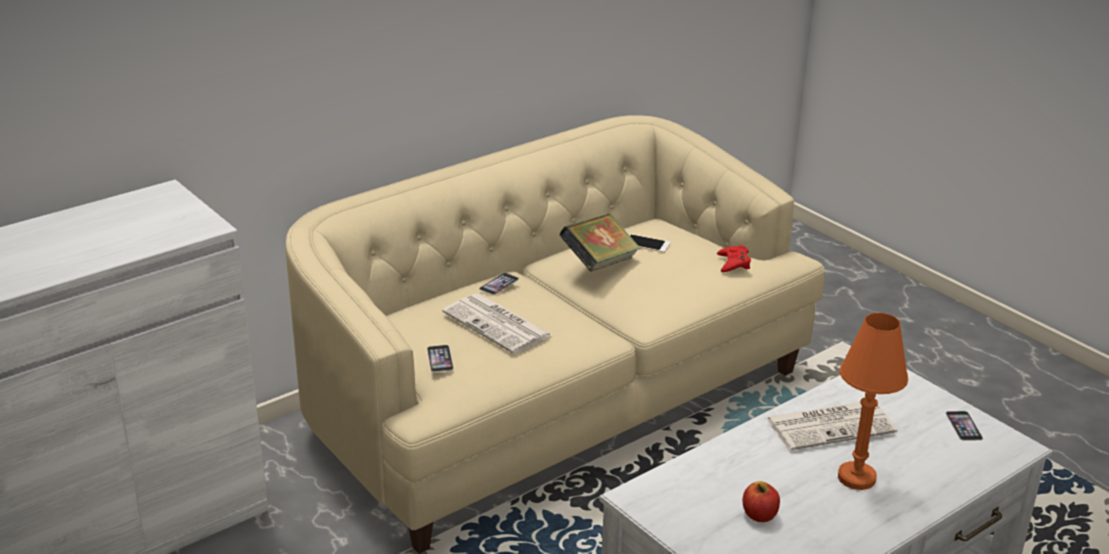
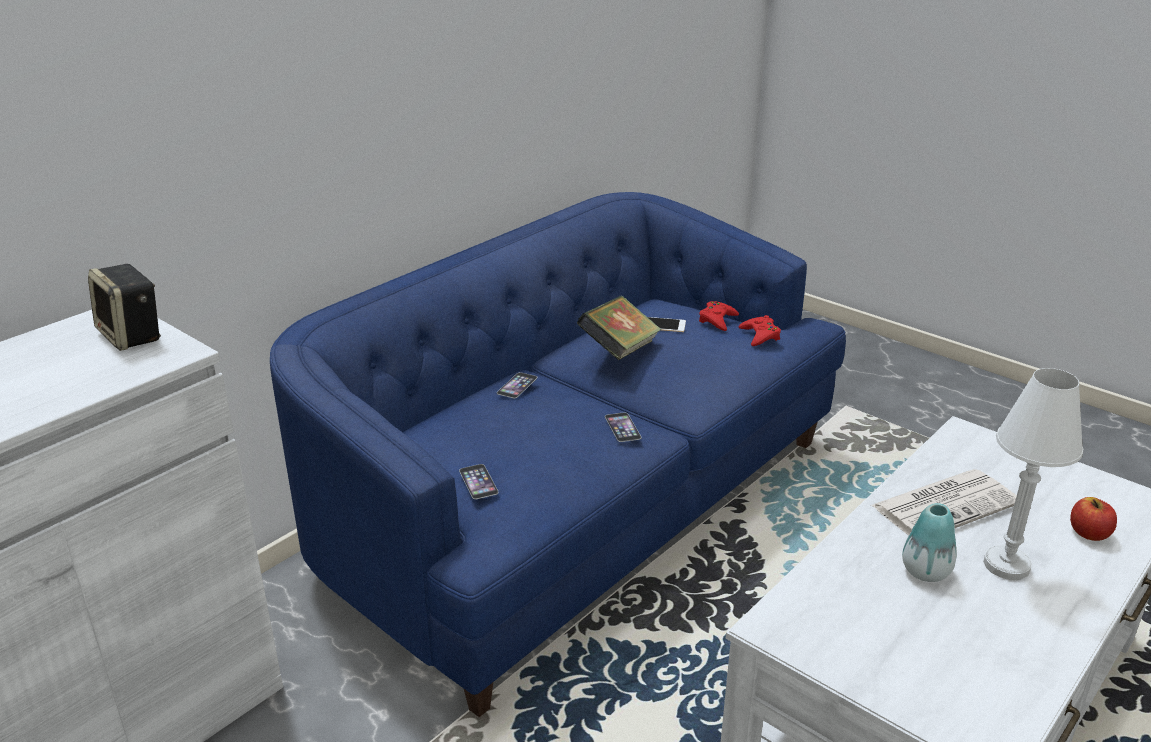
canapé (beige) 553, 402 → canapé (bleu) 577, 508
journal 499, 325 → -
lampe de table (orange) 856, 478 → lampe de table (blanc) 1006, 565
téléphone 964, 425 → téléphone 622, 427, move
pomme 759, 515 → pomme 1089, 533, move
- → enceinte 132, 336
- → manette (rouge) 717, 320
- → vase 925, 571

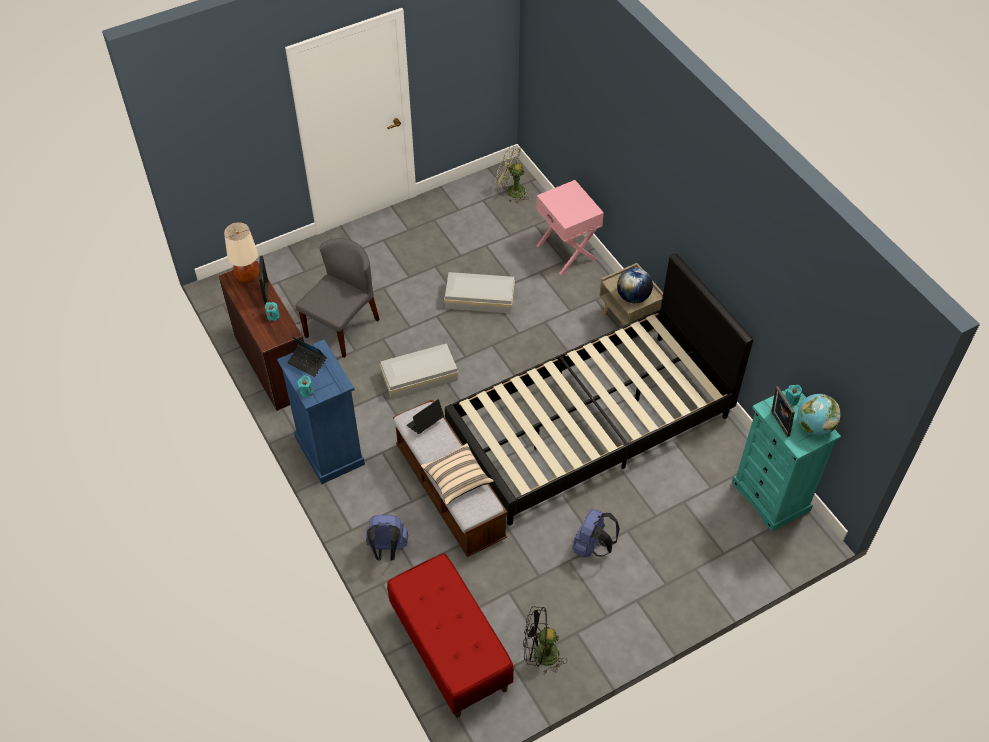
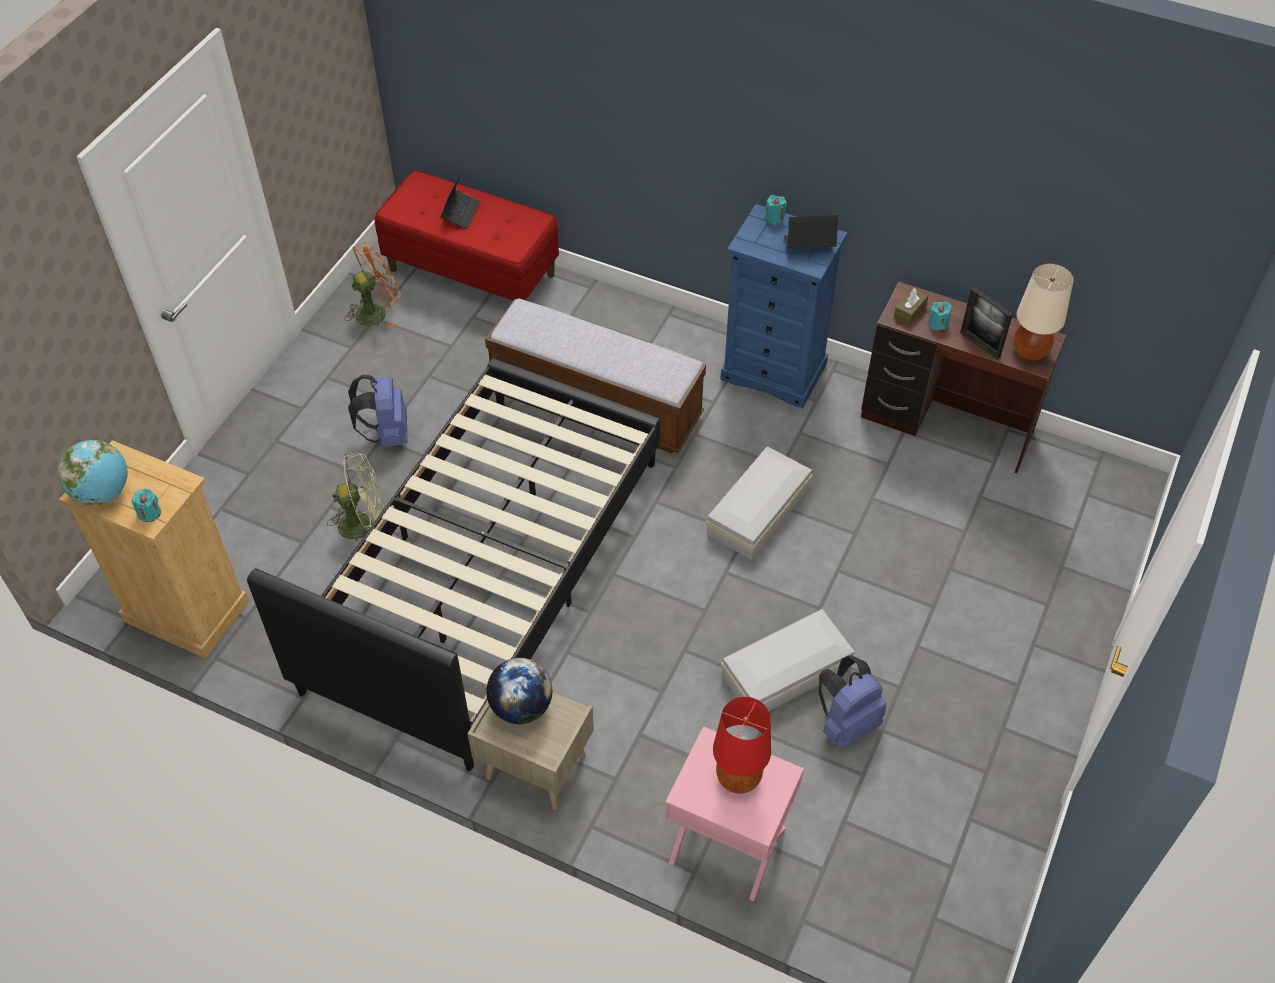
ventilateur (vert) 511, 191 → ventilateur (vert) 363, 523, move
chaise (gris) 342, 327 → -
cadre photo 778, 424 → -
commode (turquoise) 771, 496 → commode (beige) 185, 611
ordinateur portable 425, 423 → ordinateur portable 461, 213, move
coussin (beige) 457, 479 → -
sac à dos (bleu) 387, 549 → sac à dos (bleu) 846, 723, move
ventilateur (noir) 540, 655 → ventilateur (orange) 376, 311
- → boîte à mouchoirs (marron) 910, 311
- → lampe de table (rouge) 738, 777

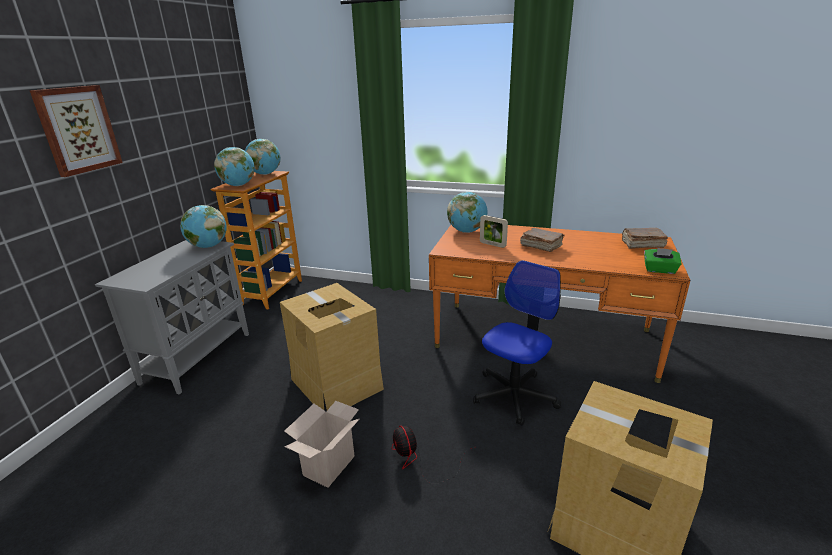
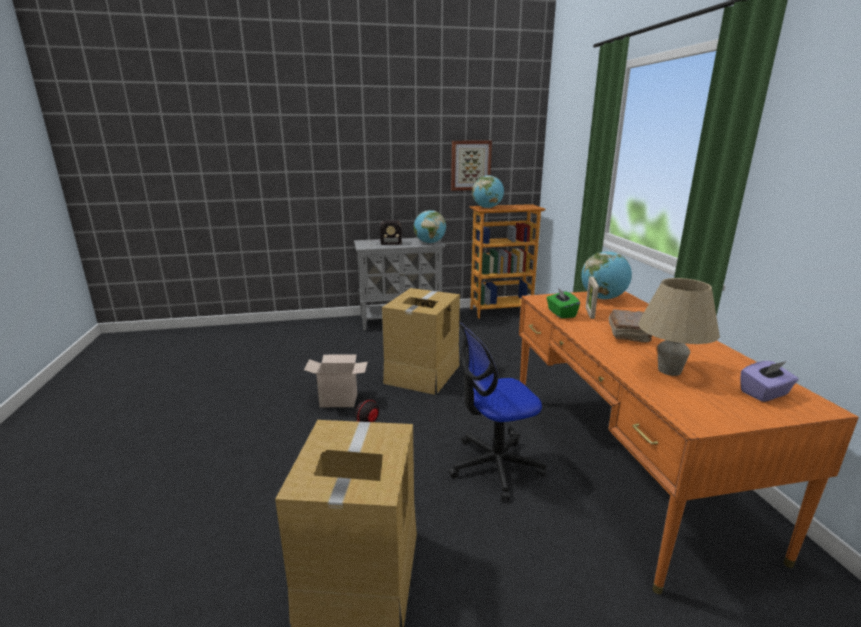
tableau 78, 130 → tableau 470, 165, move
globe 265, 174 → -
livre (marron) 642, 245 → boîte à mouchoirs (violet) 764, 393
boîte à mouchoirs (vert) 659, 270 → boîte à mouchoirs (vert) 561, 313, move
chaise de bureau 514, 396 → chaise de bureau 495, 466, 150 degrees clockwise
- → radio 383, 243
- → lampe de table (beige) 669, 370

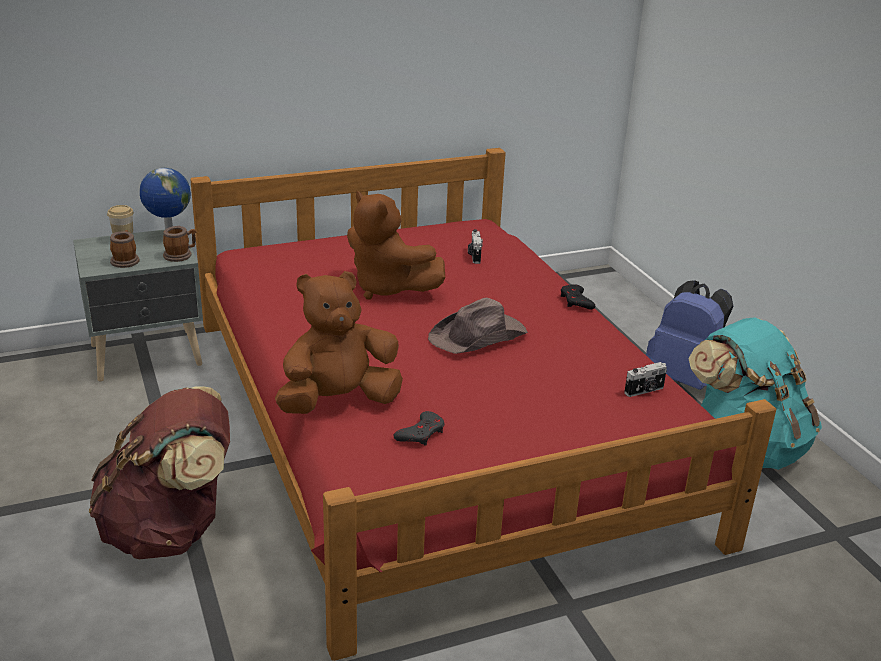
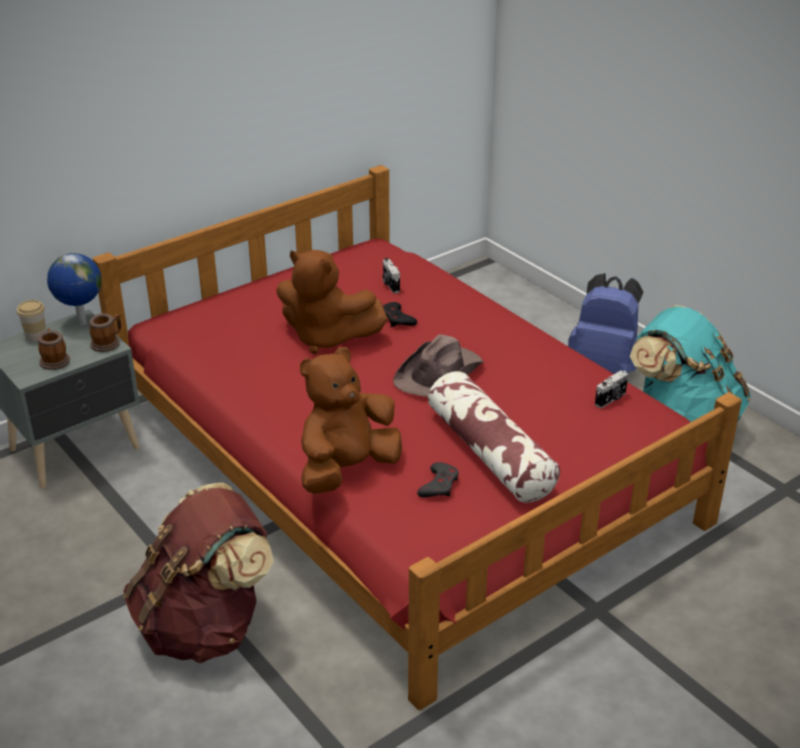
manette (noir) 576, 301 → manette (noir) 397, 319, move
- → coussin 489, 453

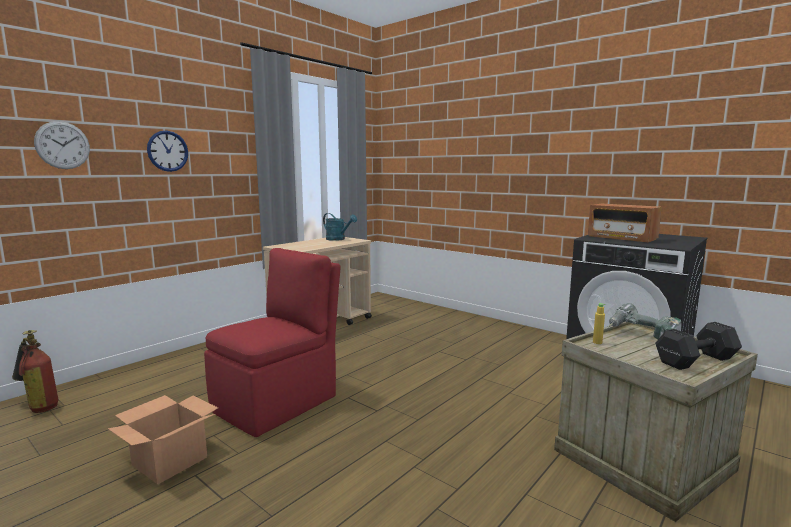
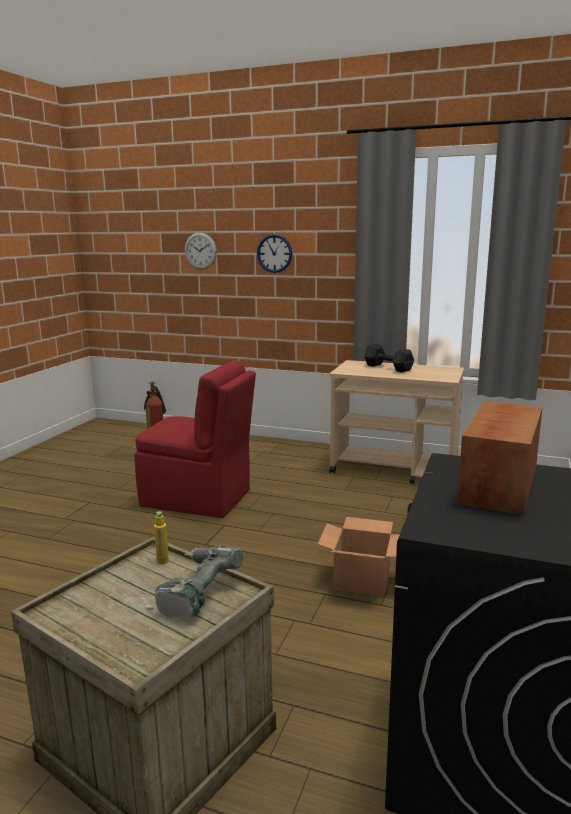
arrosoir (turquoise) 338, 239 → -
haltère (noir) 698, 360 → haltère (noir) 388, 368, move
carton 169, 462 → carton 361, 580, move

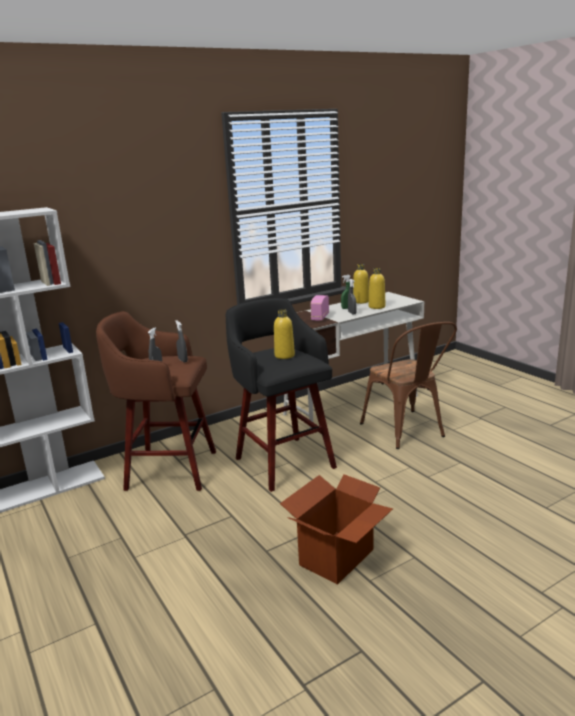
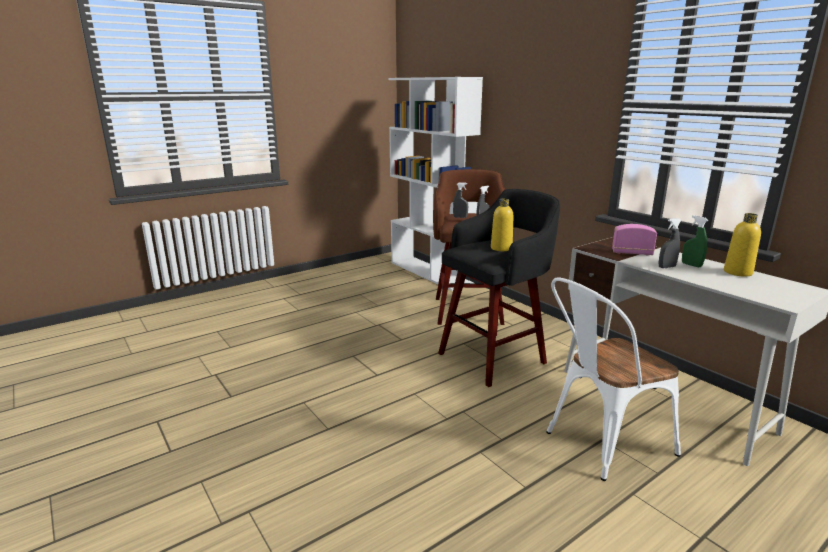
bouteille (jaune) 376, 307 → -
chaise (marron) 407, 432 → chaise (blanc) 600, 444
carton 337, 557 → -

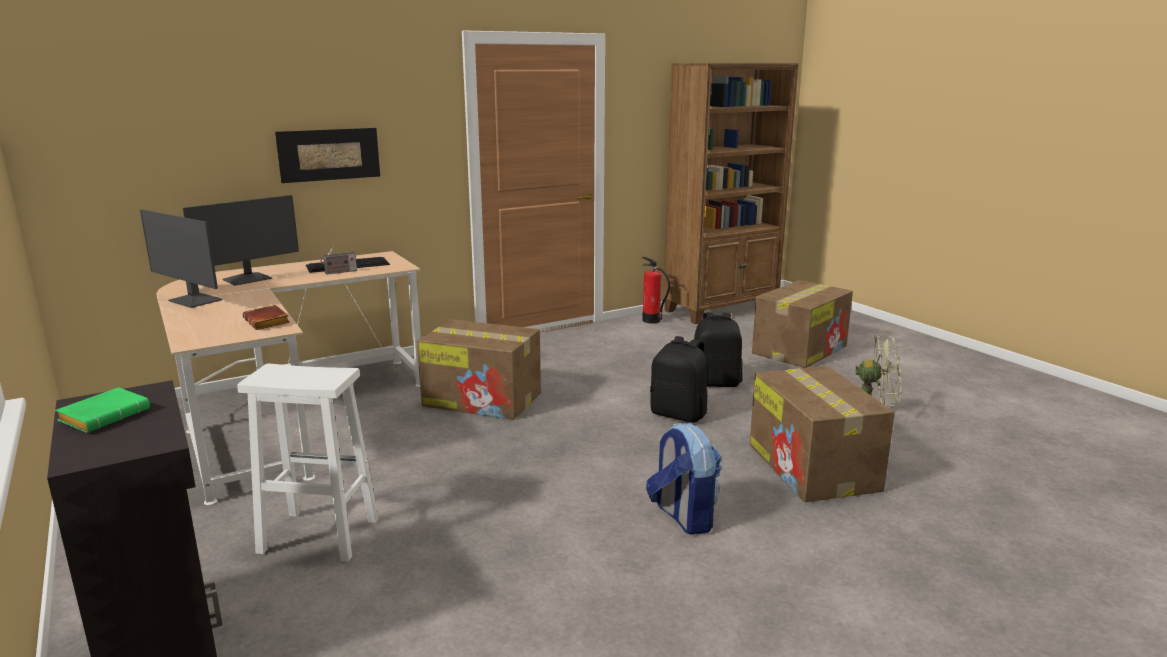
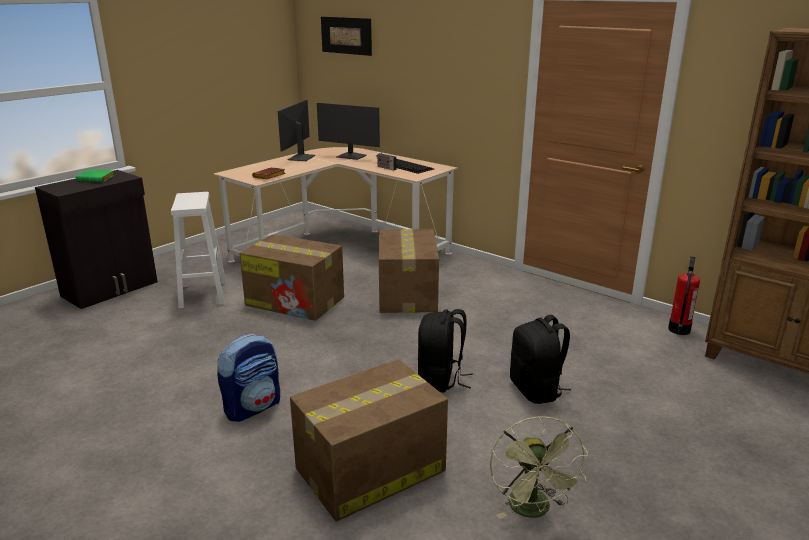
tableau 329, 154 → tableau 346, 35, move
carton 800, 349 → carton 296, 301, move

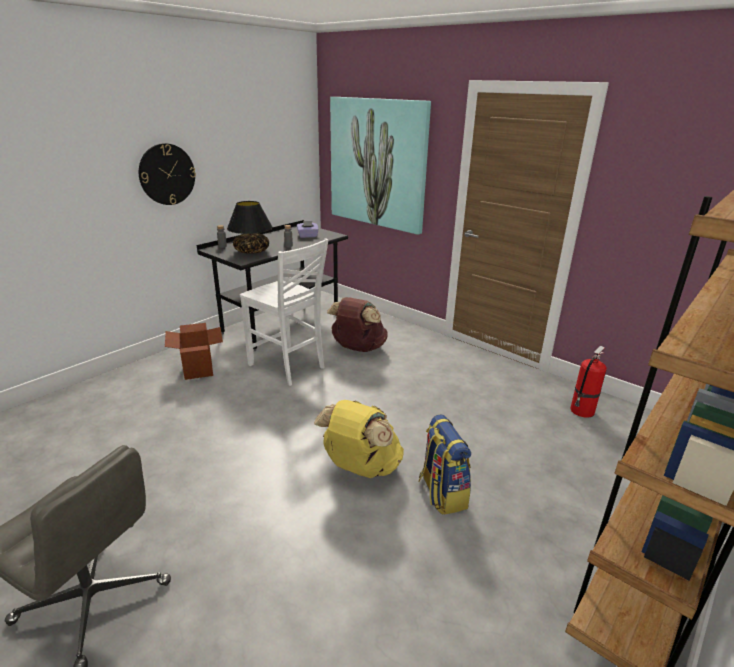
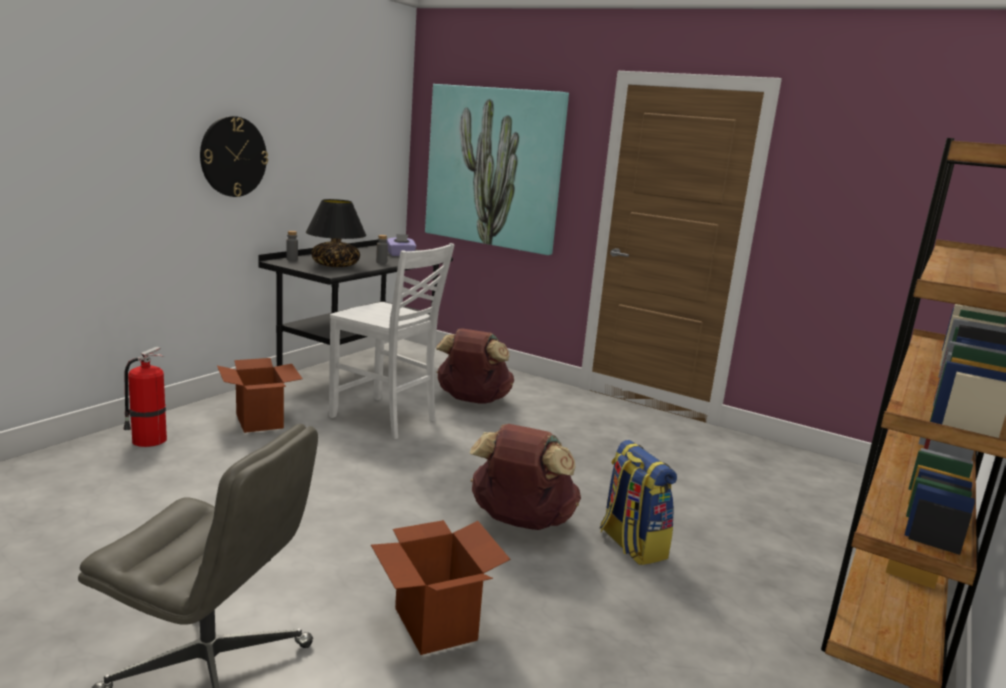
extincteur 581, 411 → extincteur 147, 440, move
sac à dos (jaune) 360, 468 → sac à dos (marron) 520, 522
- → carton 435, 623

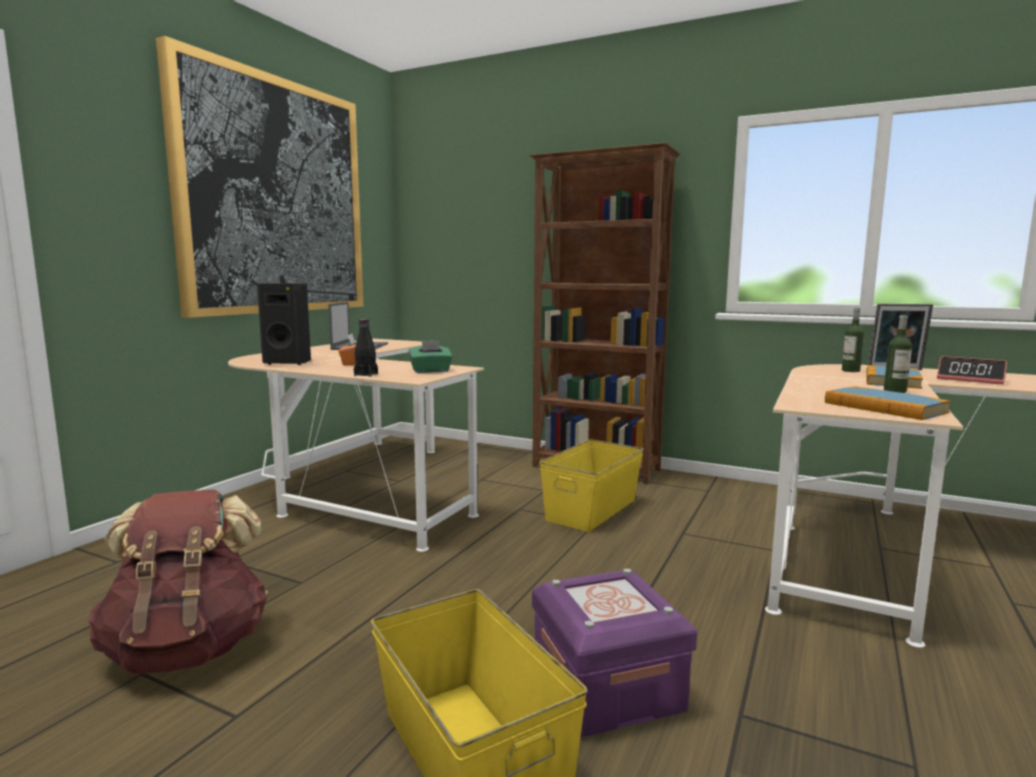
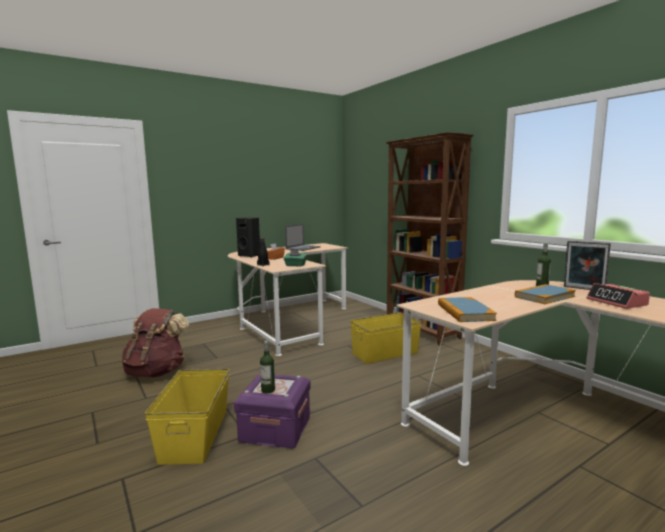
tableau 274, 197 → -
bouteille 894, 391 → bouteille 268, 390, move

